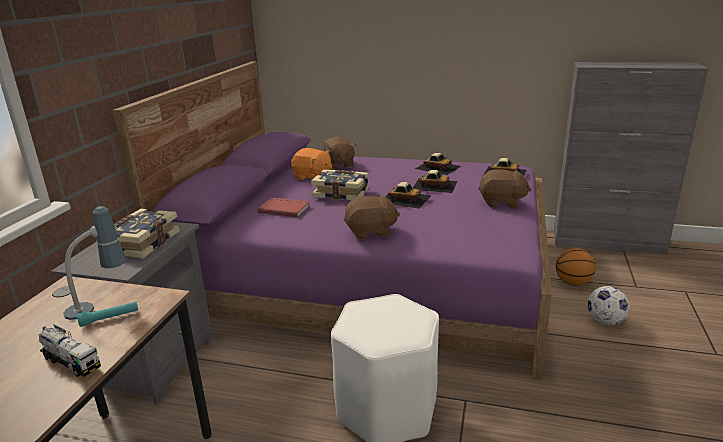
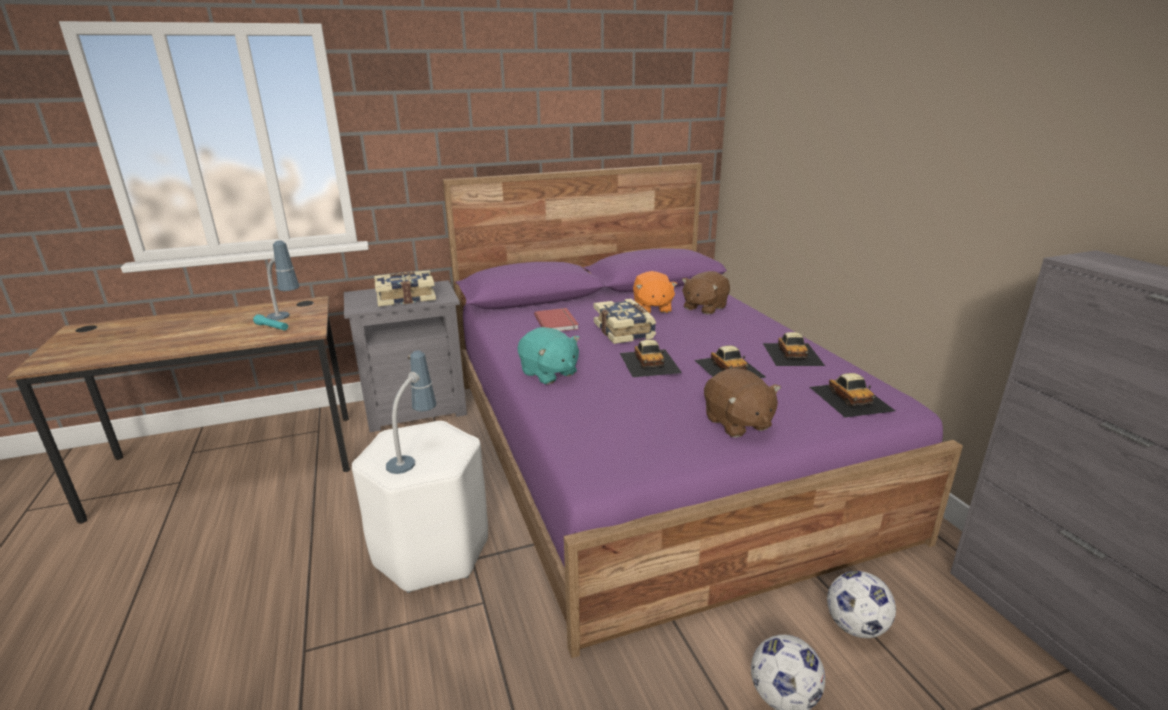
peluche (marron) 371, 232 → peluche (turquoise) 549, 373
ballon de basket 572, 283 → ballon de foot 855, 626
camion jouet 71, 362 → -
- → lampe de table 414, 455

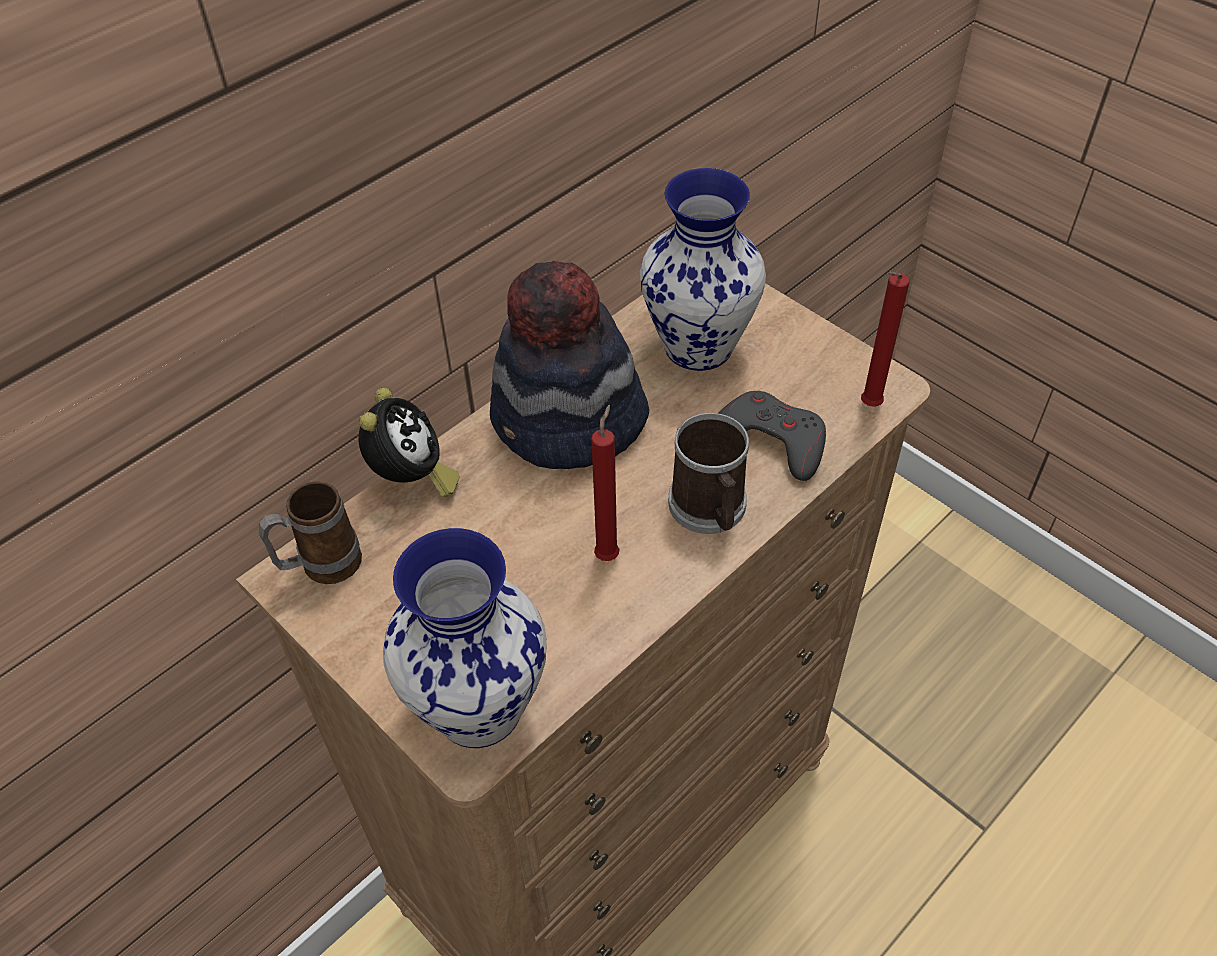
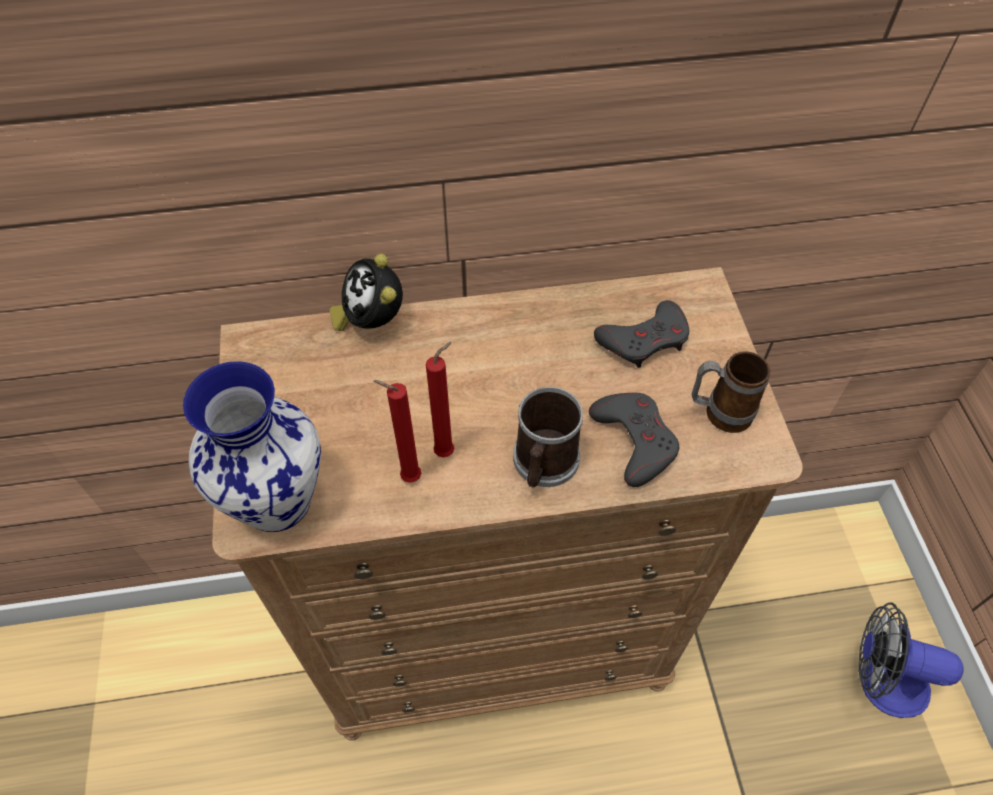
vase 699, 348 → manette (gris) 644, 339
chapeau 568, 423 → -
bougie (rouge) 868, 406 → bougie (rouge) 407, 477, move
réveil 411, 479 → réveil 372, 321, 120 degrees clockwise
mug 320, 567 → mug 718, 413, move
- → ventilateur 880, 680

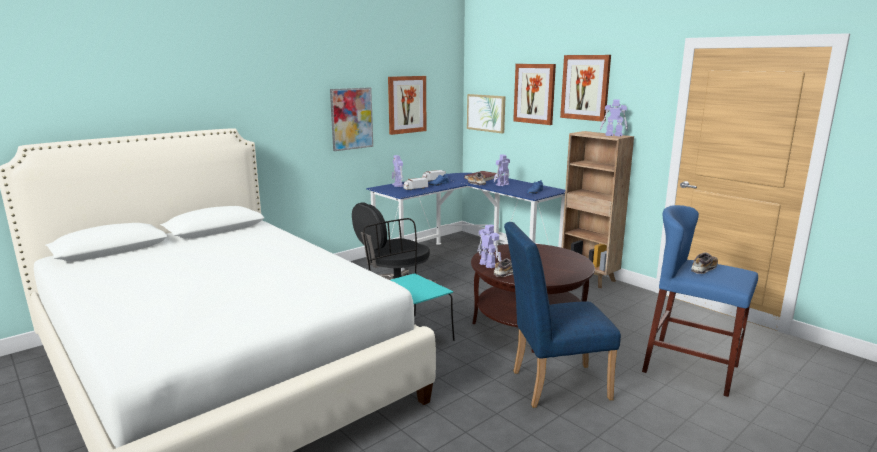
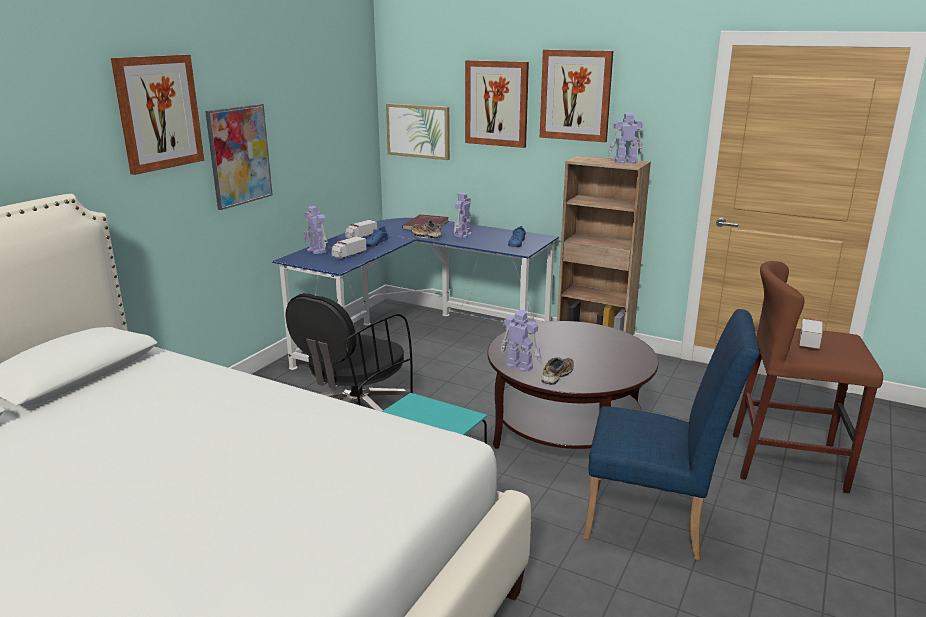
tableau 406, 104 → tableau 158, 113, move
tabouret (bleu) 690, 368 → tabouret (marron) 787, 462
chaise (bleu) 552, 385 → chaise (bleu) 654, 524, 135 degrees counterclockwise
chaussure 703, 269 → camion jouet 809, 341

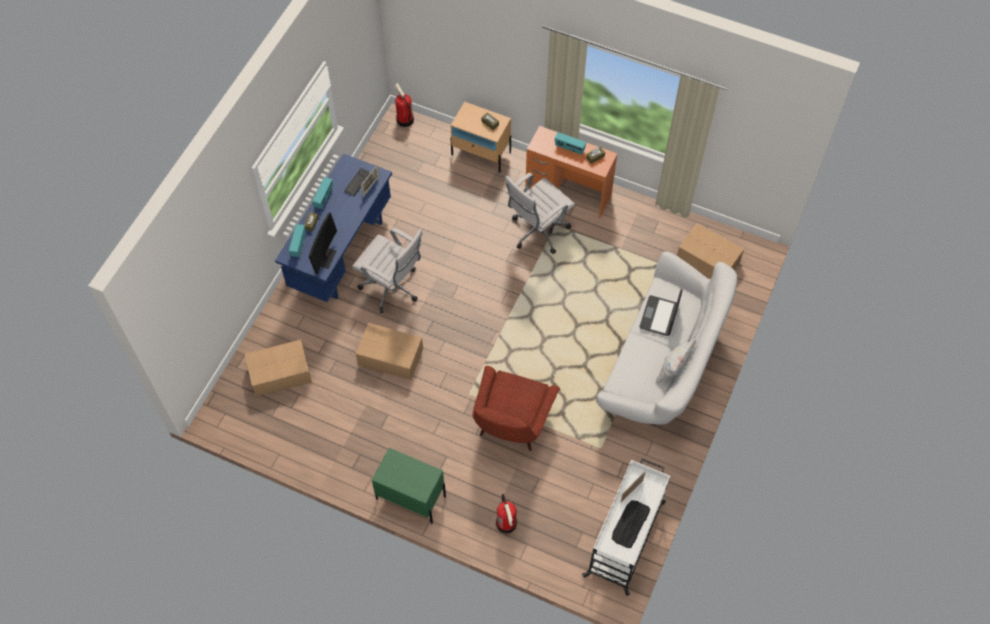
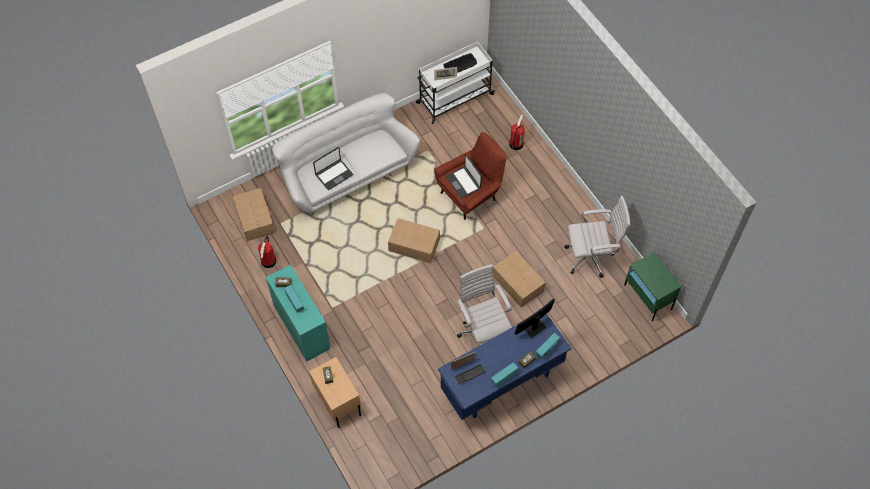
extincteur 404, 120 → extincteur 269, 261, move
bureau (orange) 568, 192 → bureau (turquoise) 301, 327
chaise de bureau (blanc) 537, 232 → chaise de bureau (blanc) 591, 257, move
coussin (blanc) 673, 370 → -
carton 279, 373 → carton 414, 245, move
table de chevet (vert) 410, 497 → table de chevet (vert) 648, 297, move
- → ordinateur portable 463, 182

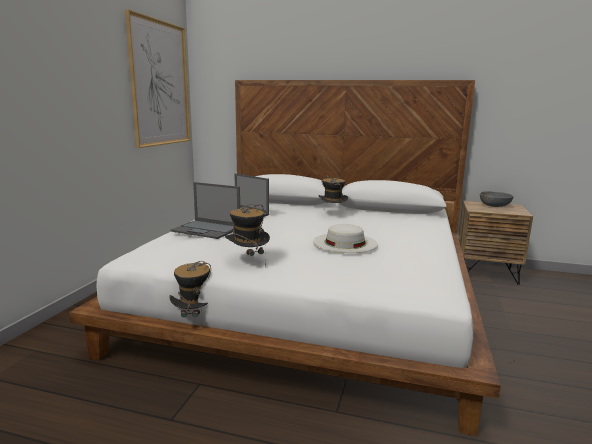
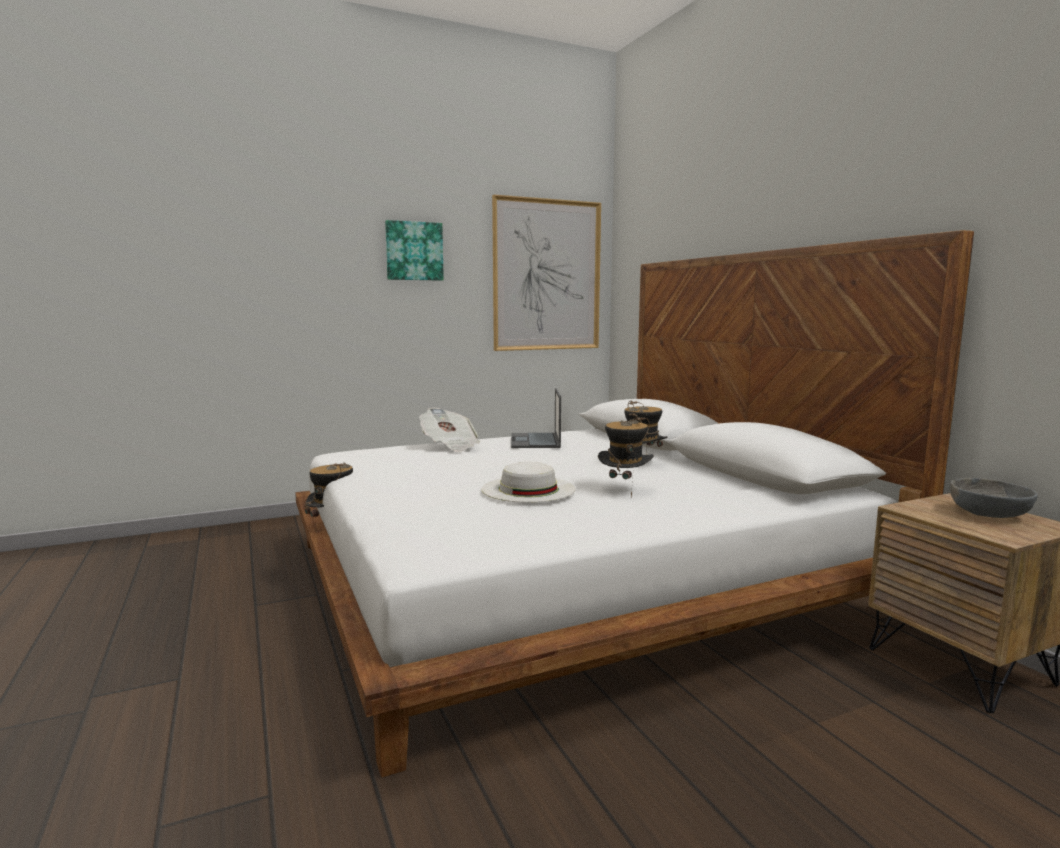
ordinateur portable 207, 229 → journal 450, 445
chapeau 247, 261 → chapeau 624, 489, move
- → tableau 414, 251

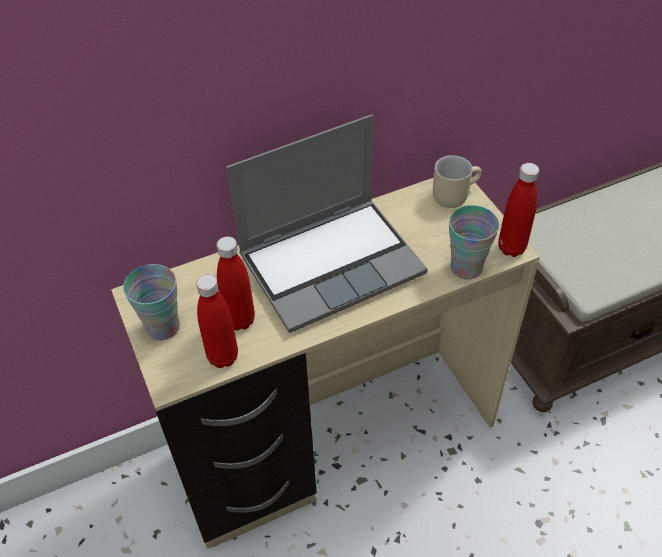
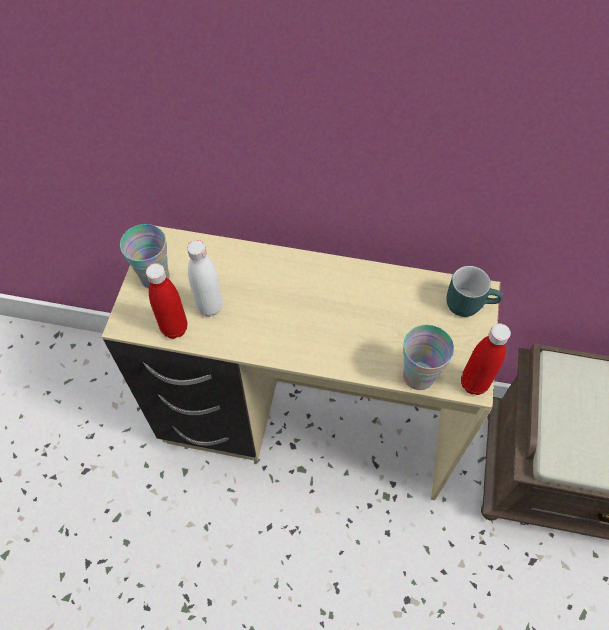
ordinateur portable 332, 263 → -
mug (beige) 453, 194 → mug (turquoise) 469, 302
bouteille (rouge) 240, 320 → bouteille (blanc) 210, 306

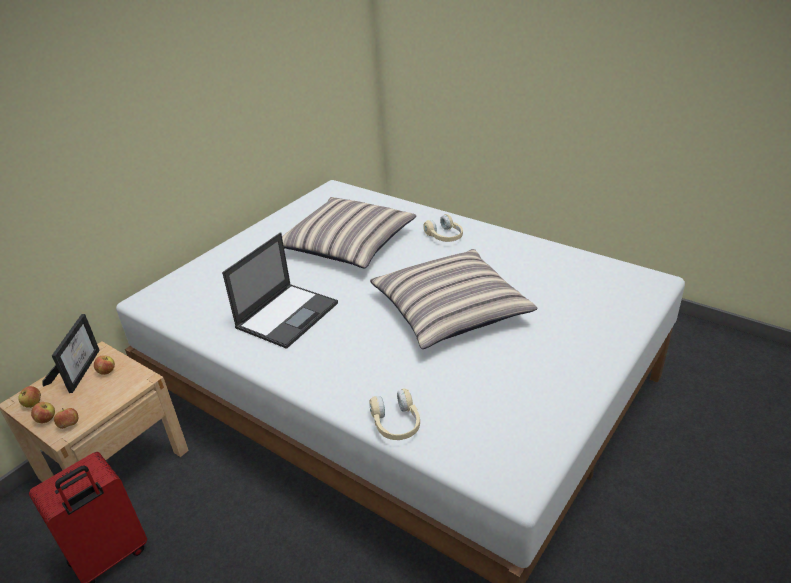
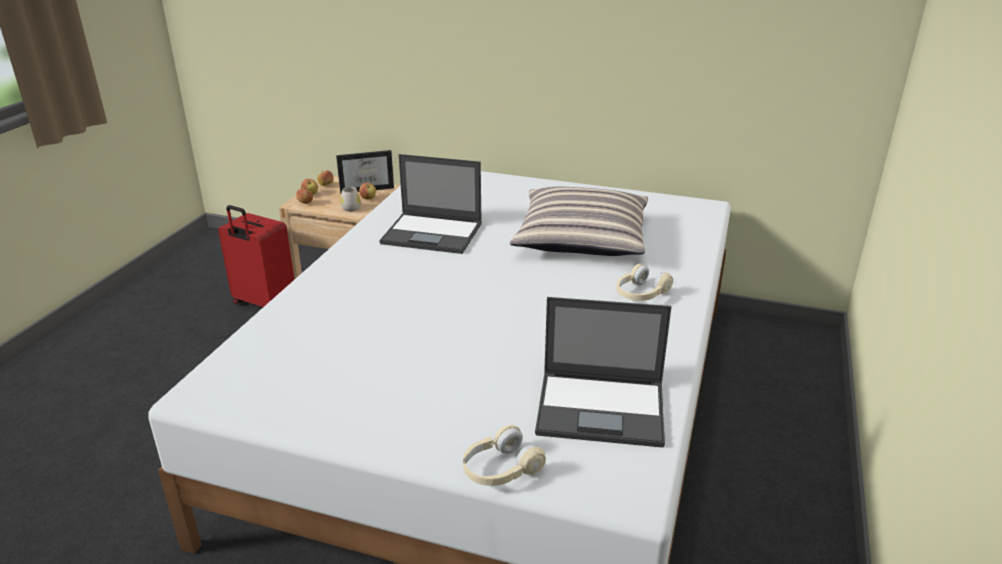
coussin 450, 310 → -
casque audio (beige) 396, 424 → casque audio (beige) 500, 469, move
- → mug (blanc) 351, 207
- → ordinateur portable 602, 409

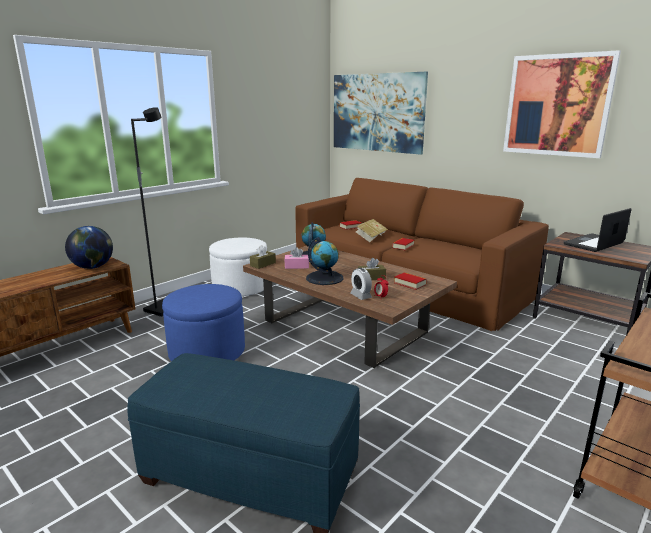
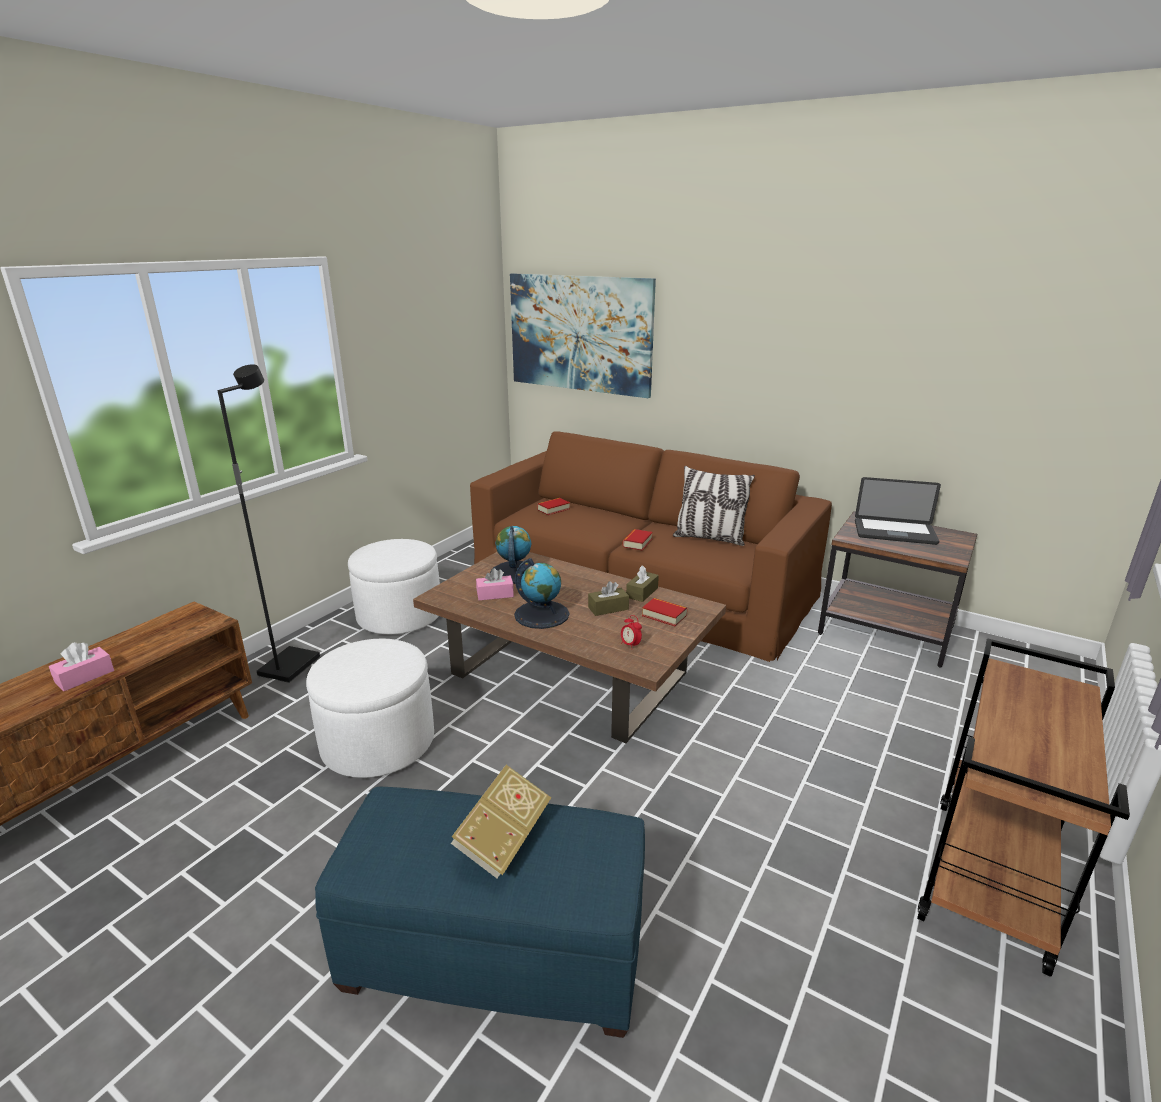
tableau 557, 105 → -
ordinateur portable 593, 244 → ordinateur portable 894, 532, 120 degrees counterclockwise
livre 371, 238 → livre 502, 839, move
globe 93, 267 → -
boîte à mouchoirs (marron) 263, 264 → boîte à mouchoirs (marron) 642, 592, move
réveil 360, 296 → -
pouf (bleu) 207, 352 → pouf (blanc) 378, 742
- → coussin 709, 538
- → boîte à mouchoirs (rose) 85, 676

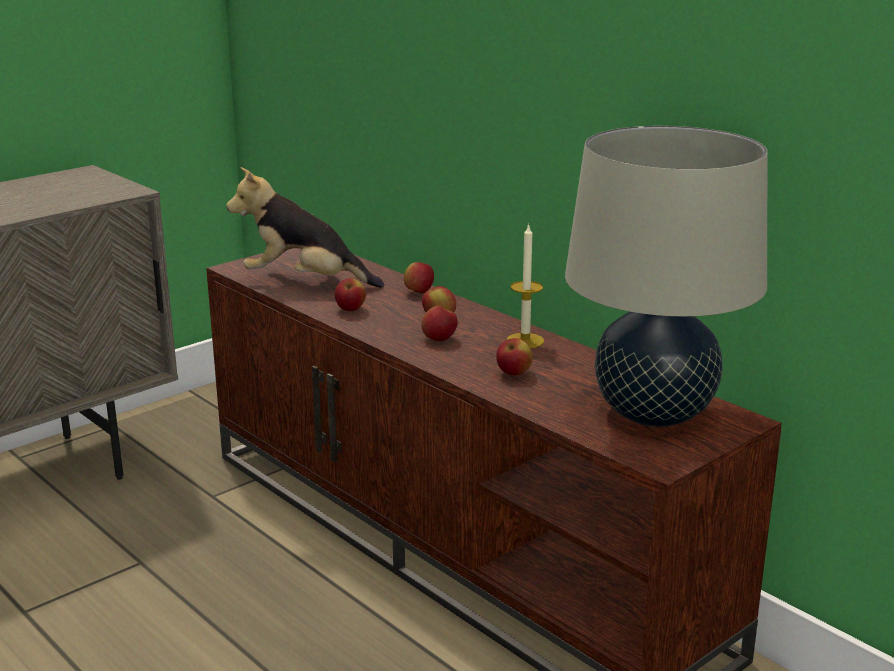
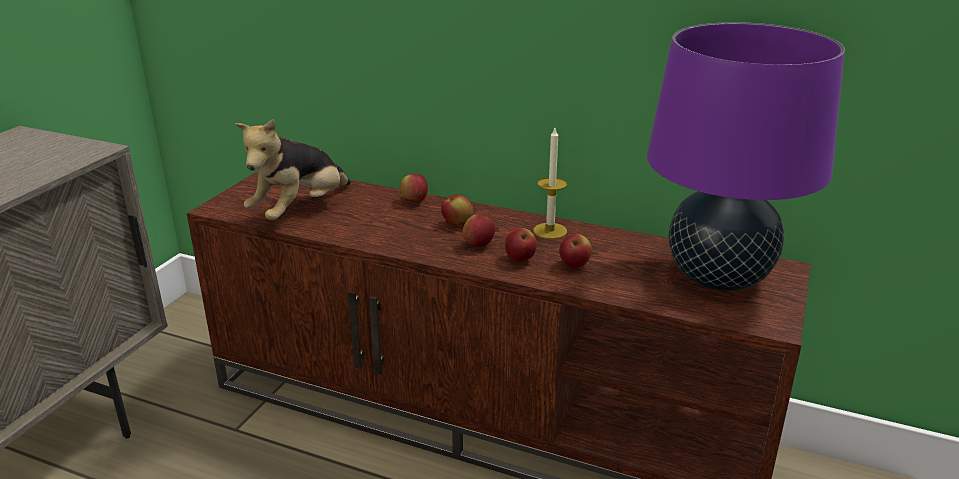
lampe de table (beige) 654, 413 → lampe de table (violet) 718, 278
peluche 304, 282 → peluche 300, 210, 45 degrees counterclockwise
pomme 350, 310 → pomme 520, 259, move

